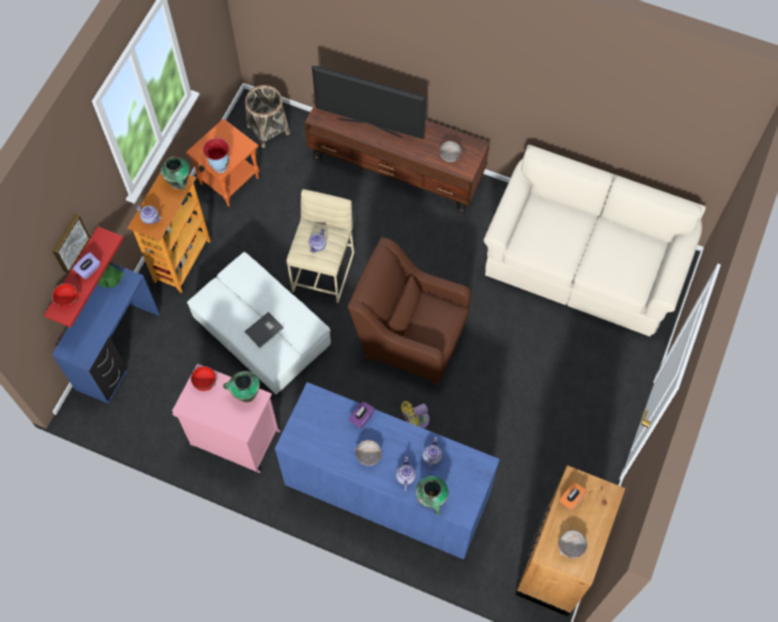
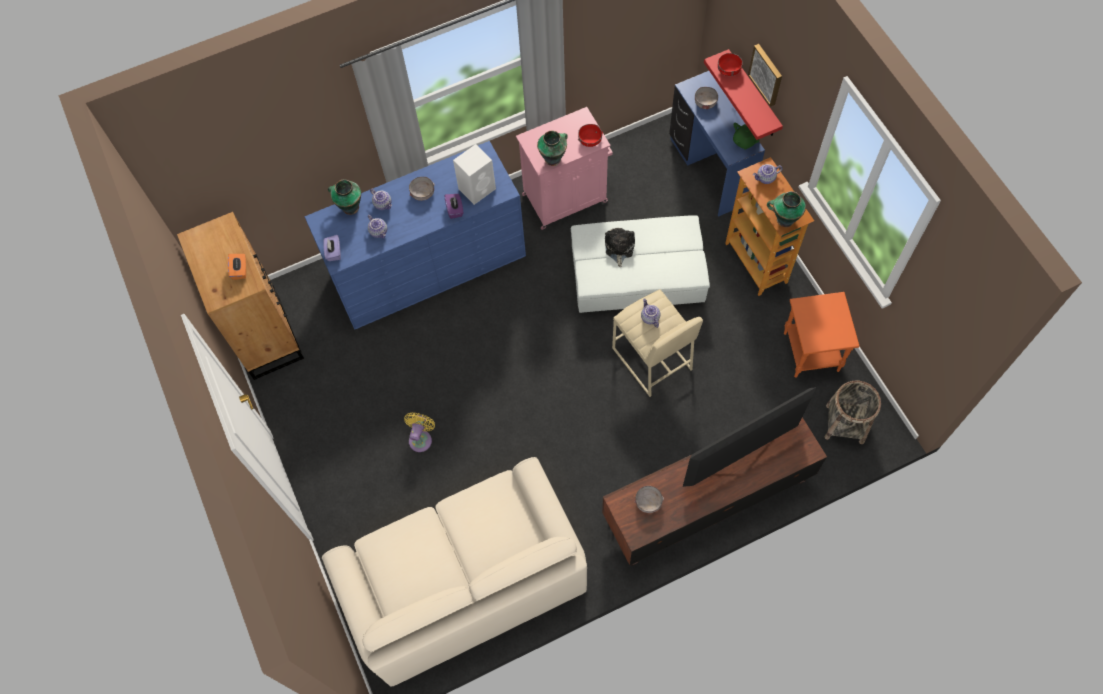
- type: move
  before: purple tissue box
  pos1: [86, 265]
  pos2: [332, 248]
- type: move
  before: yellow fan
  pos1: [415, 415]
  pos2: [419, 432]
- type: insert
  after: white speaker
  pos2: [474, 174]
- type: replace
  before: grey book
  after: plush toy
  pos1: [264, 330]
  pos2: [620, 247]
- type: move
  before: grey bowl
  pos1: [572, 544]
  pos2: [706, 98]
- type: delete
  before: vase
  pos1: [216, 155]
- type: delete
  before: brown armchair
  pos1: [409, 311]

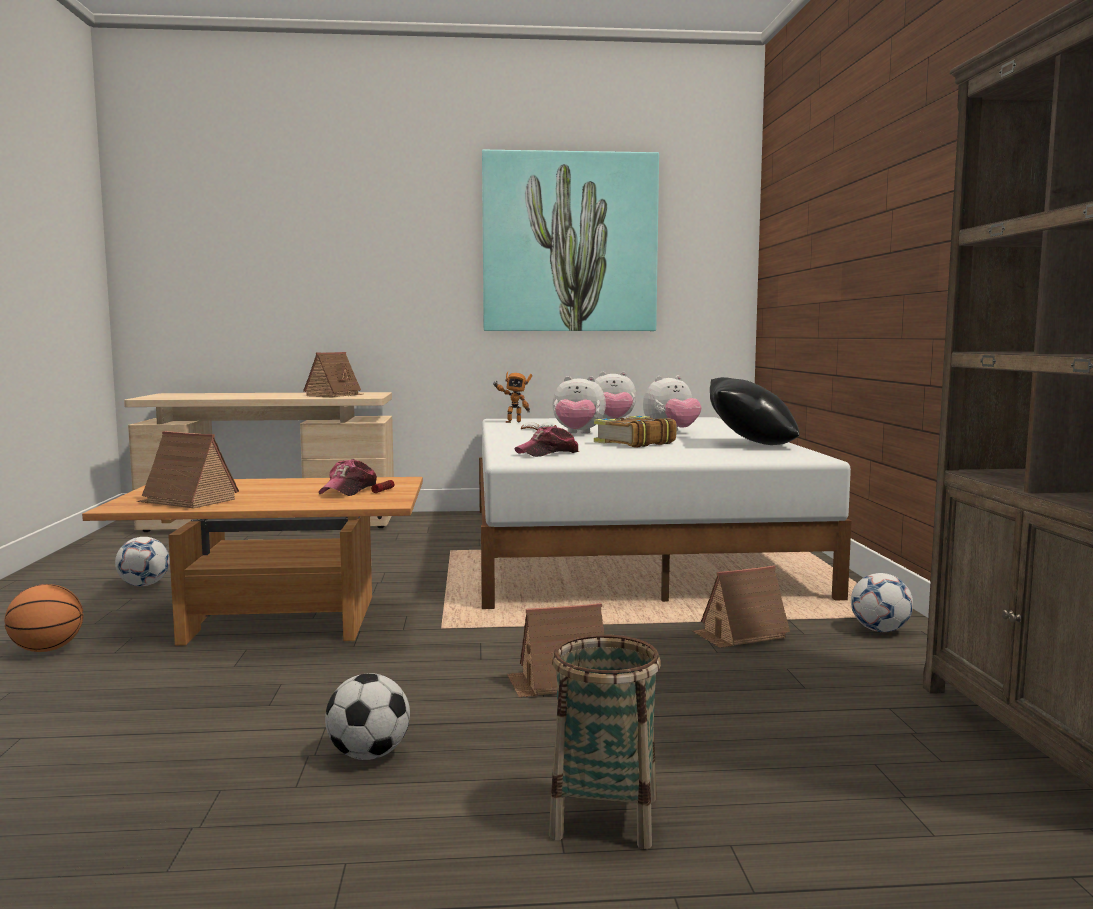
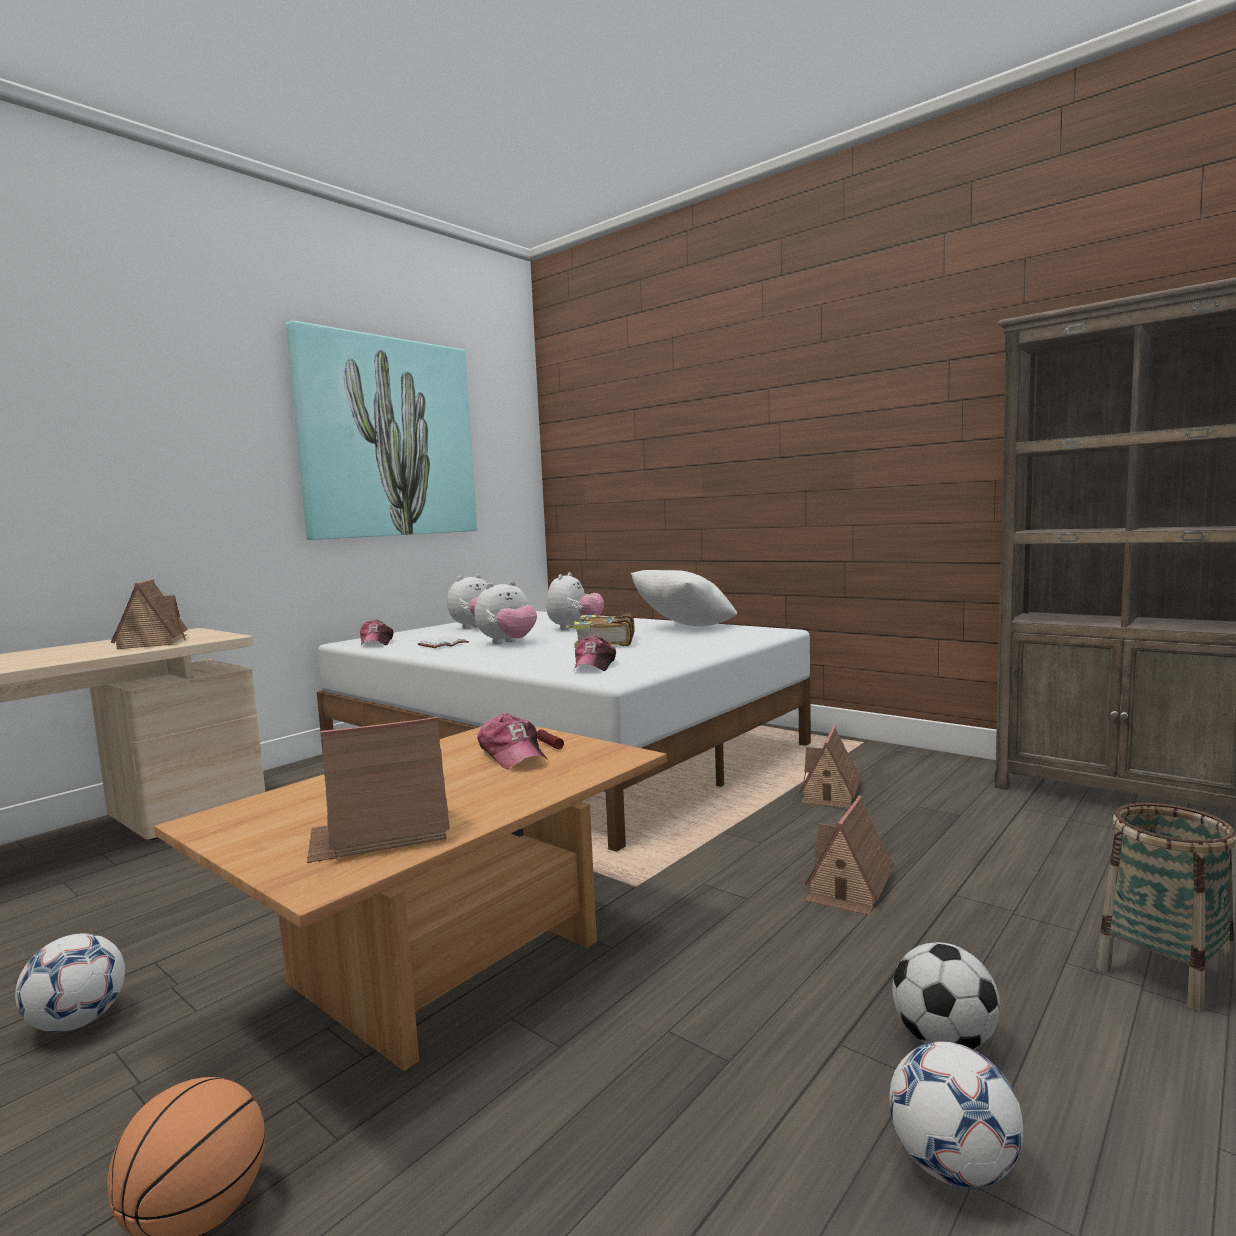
- type: replace
  before: toy robot
  after: cap
  pos1: [512, 397]
  pos2: [376, 632]
- type: recolor
  before: black pillow
  after: white pillow
  pos1: [755, 411]
  pos2: [684, 598]
- type: move
  before: football
  pos1: [882, 602]
  pos2: [956, 1115]

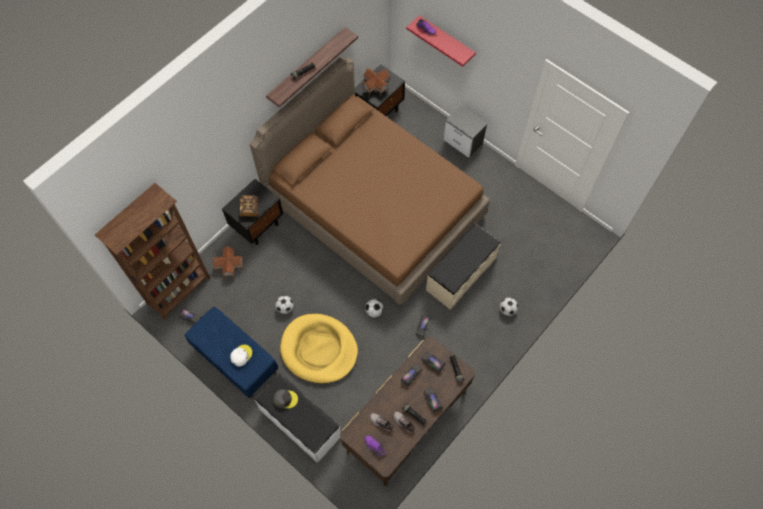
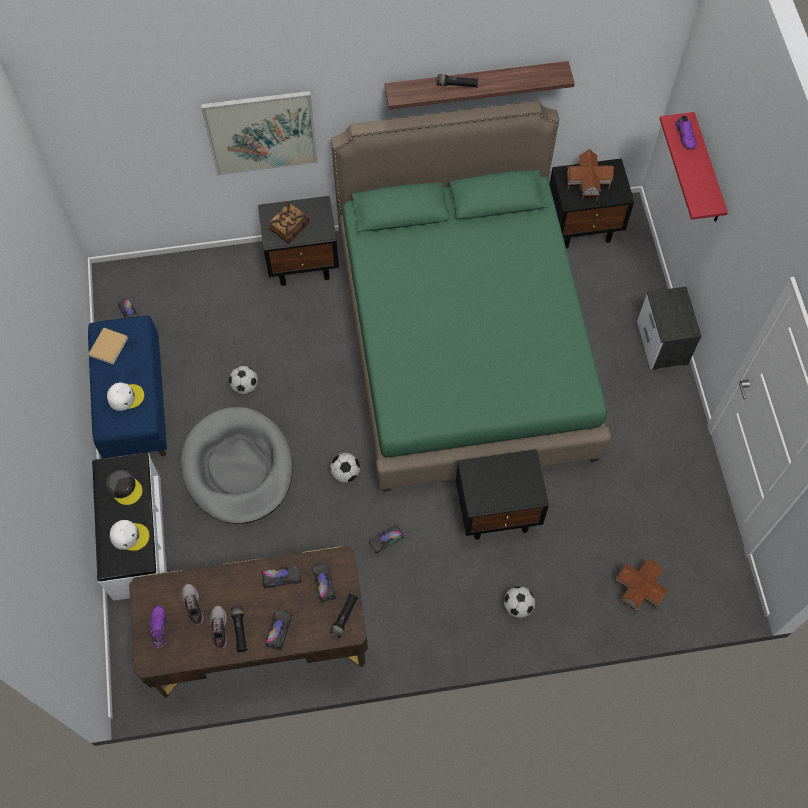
- type: insert
  after: beige book
  pos2: [108, 345]
- type: insert
  after: white cap
  pos2: [130, 535]
- type: recolor
  before: yellow dog bed
  after: grey dog bed
  pos1: [319, 349]
  pos2: [236, 465]
- type: insert
  after: picture
  pos2: [259, 133]
- type: recolor
  before: brown bed
  after: green bed
  pos1: [370, 181]
  pos2: [471, 296]
- type: replace
  before: beige bench
  after: black nightstand
  pos1: [463, 266]
  pos2: [502, 494]
- type: move
  before: toy house
  pos1: [228, 262]
  pos2: [642, 586]
- type: delete
  before: brown bookcase
  pos1: [152, 251]

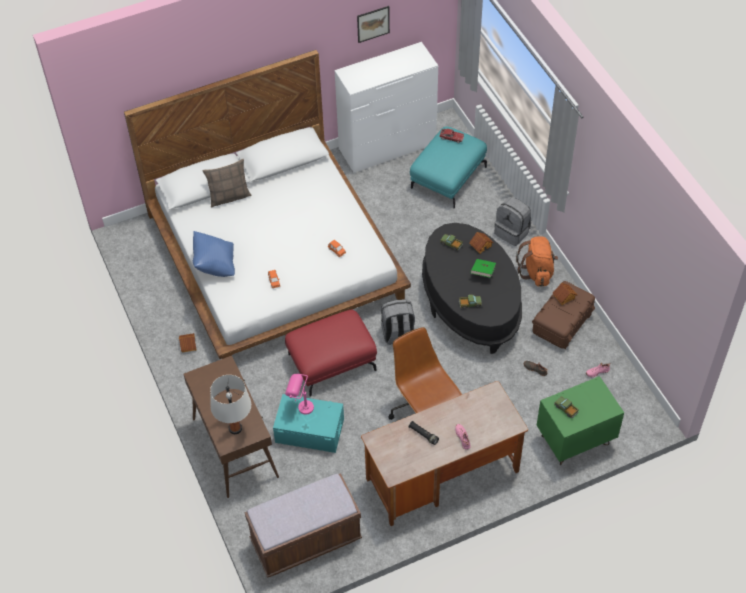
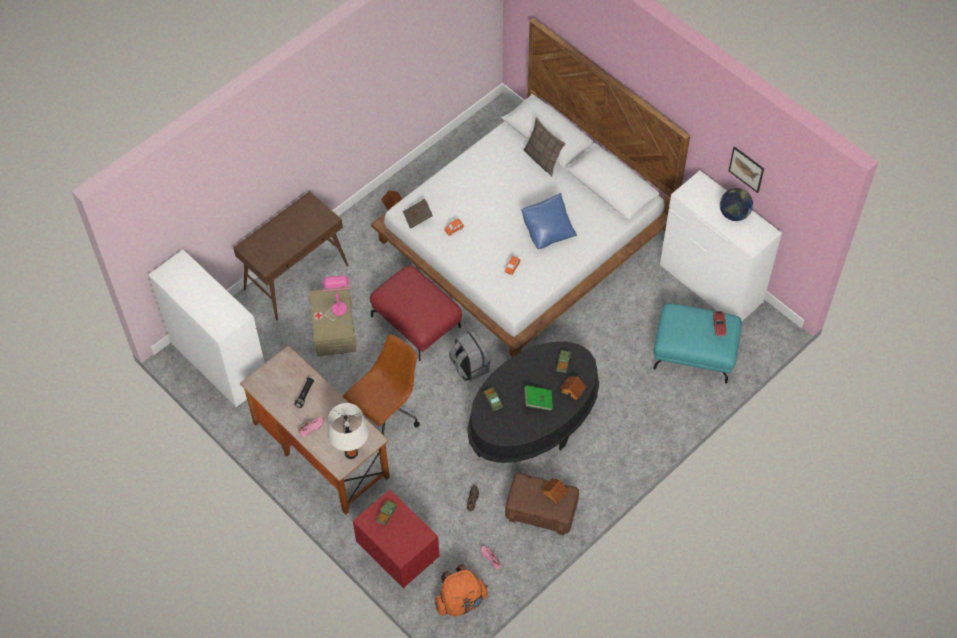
- type: replace
  before: brown bench
  after: white dresser
  pos1: [303, 525]
  pos2: [206, 329]
- type: recolor
  before: turquoise storage box
  after: beige storage box
  pos1: [308, 423]
  pos2: [333, 322]
- type: move
  before: white table lamp
  pos1: [230, 404]
  pos2: [348, 431]
- type: recolor
  before: green nightstand
  after: red nightstand
  pos1: [580, 420]
  pos2: [396, 538]
- type: insert
  after: brown book
  pos2: [418, 214]
- type: move
  before: orange backpack
  pos1: [537, 261]
  pos2: [461, 590]
- type: move
  before: blue pillow
  pos1: [214, 254]
  pos2: [549, 221]
- type: insert
  after: globe
  pos2: [736, 204]
- type: delete
  before: grey backpack
  pos1: [513, 221]

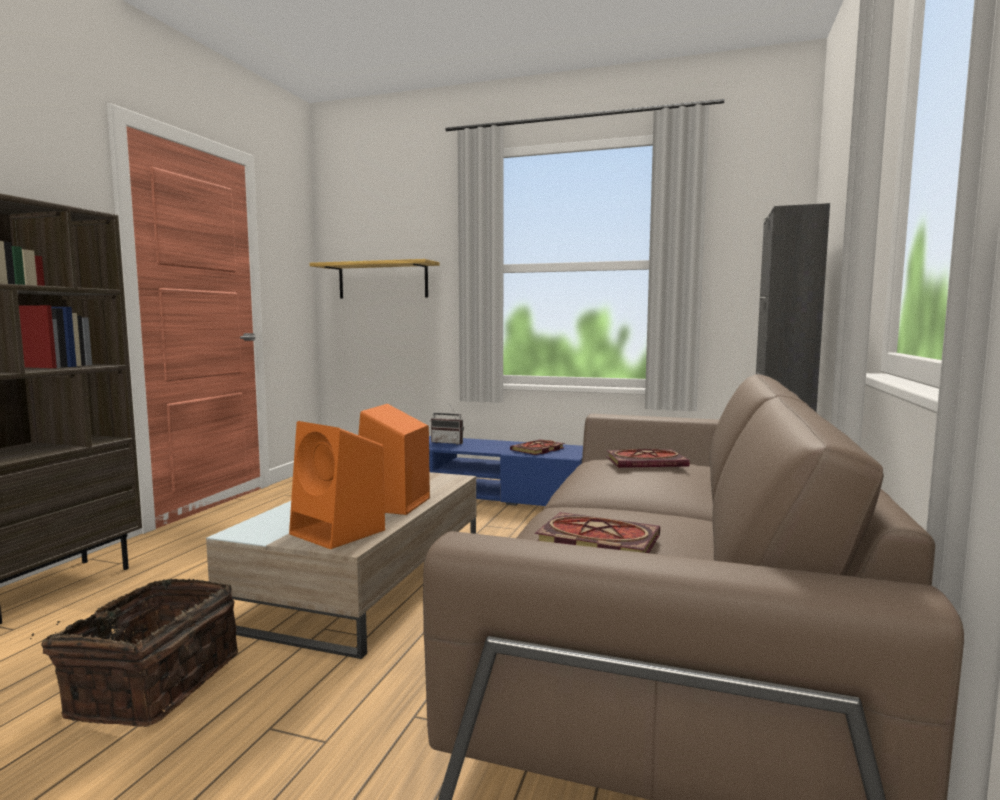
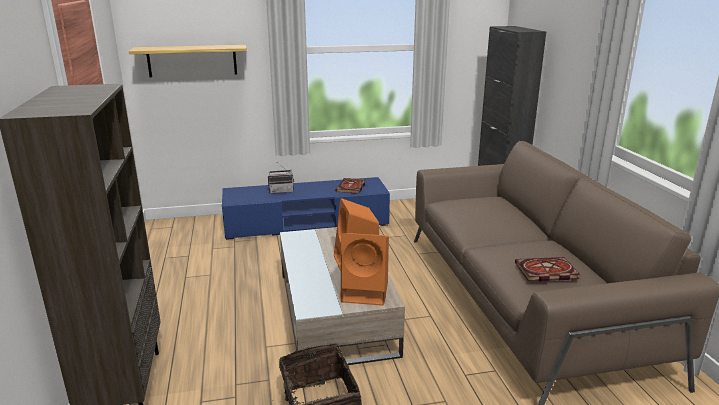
- type: delete
  before: book
  pos1: [648, 458]

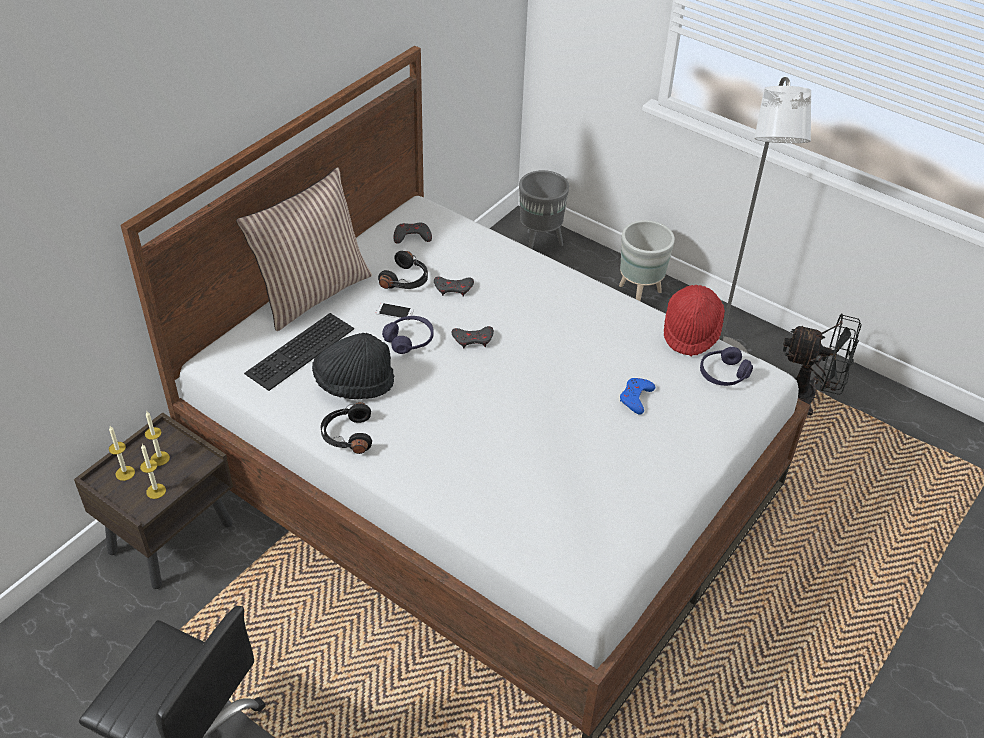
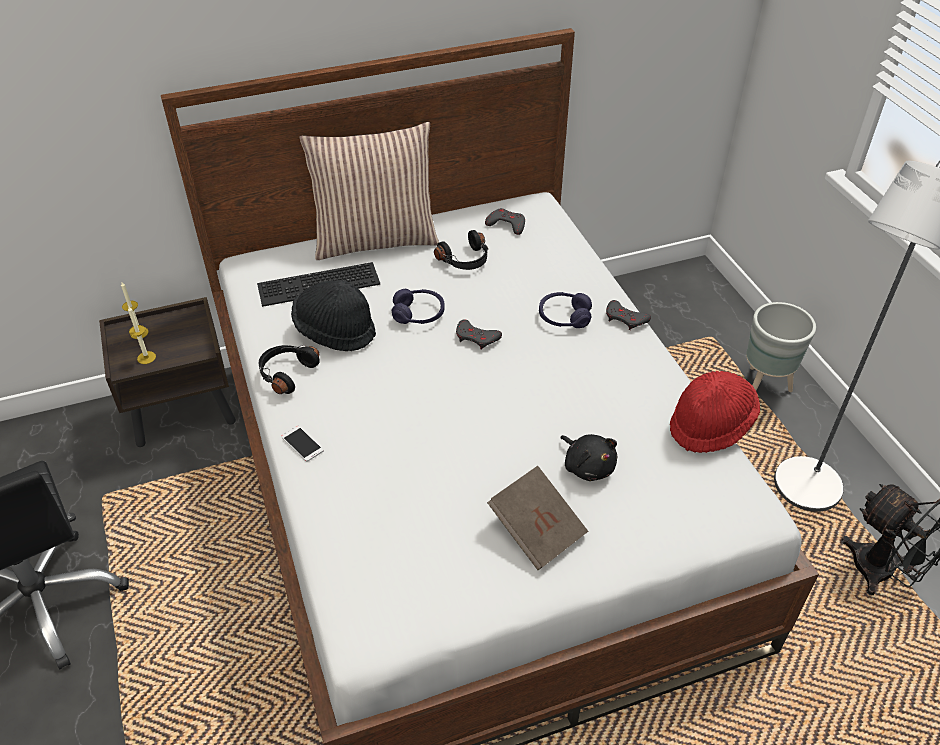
- type: move
  before: phone
  pos1: [395, 311]
  pos2: [302, 444]
- type: insert
  after: brown book
  pos2: [537, 518]
- type: move
  before: purple headphones
  pos1: [726, 366]
  pos2: [565, 310]
- type: replace
  before: blue game controller
  after: black plush toy
  pos1: [638, 396]
  pos2: [588, 457]
- type: move
  before: grey game controller
  pos1: [454, 286]
  pos2: [628, 315]
- type: delete
  before: candle
  pos1: [157, 439]
- type: delete
  before: grey planter
  pos1: [544, 209]

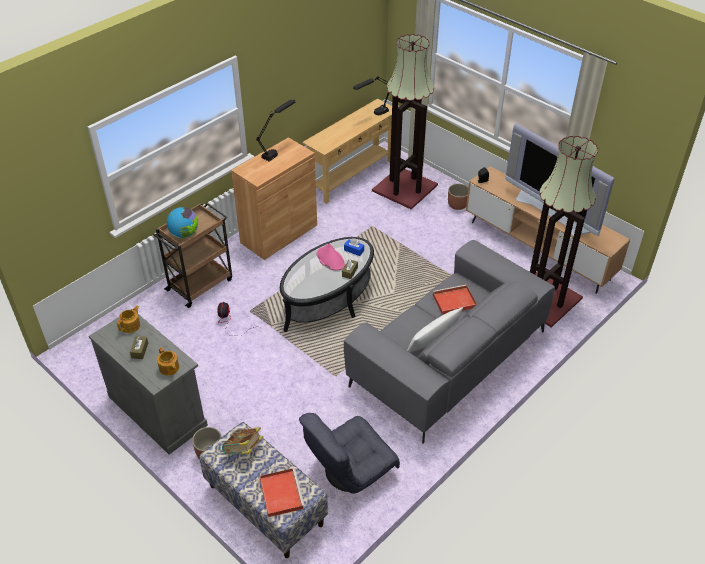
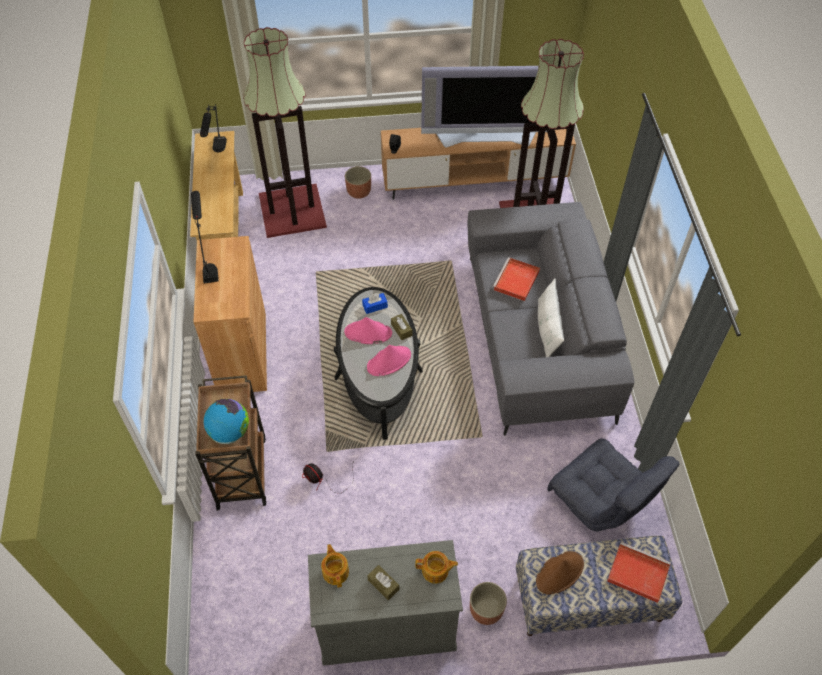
- type: insert
  after: pink hat
  pos2: [389, 360]
- type: replace
  before: book
  after: brown hat
  pos1: [243, 441]
  pos2: [560, 573]
- type: rotate
  before: grey armchair
  pos1: [349, 453]
  pos2: [613, 485]
  turn: -45

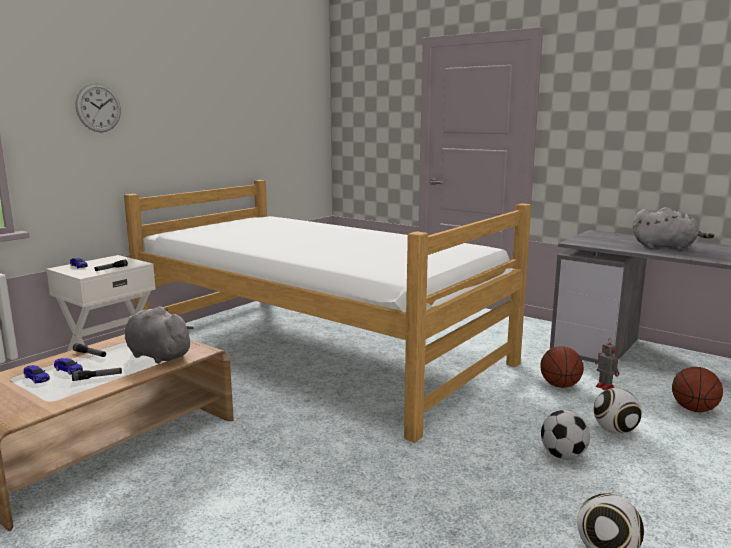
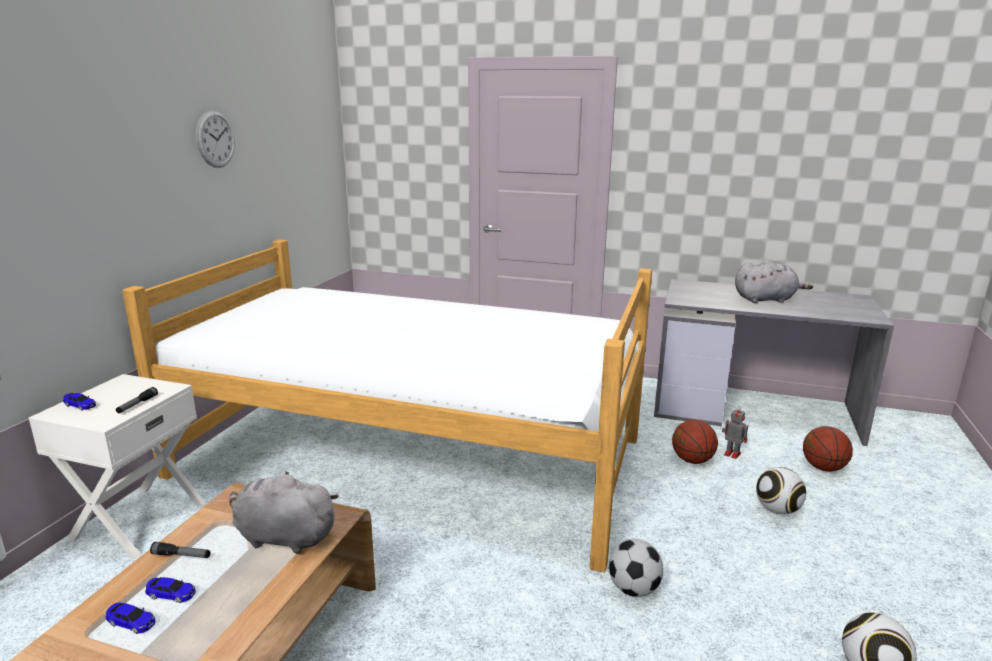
- type: move
  before: wall clock
  pos1: [98, 107]
  pos2: [215, 139]
- type: move
  before: football
  pos1: [565, 435]
  pos2: [636, 568]
- type: delete
  before: flashlight
  pos1: [97, 374]

